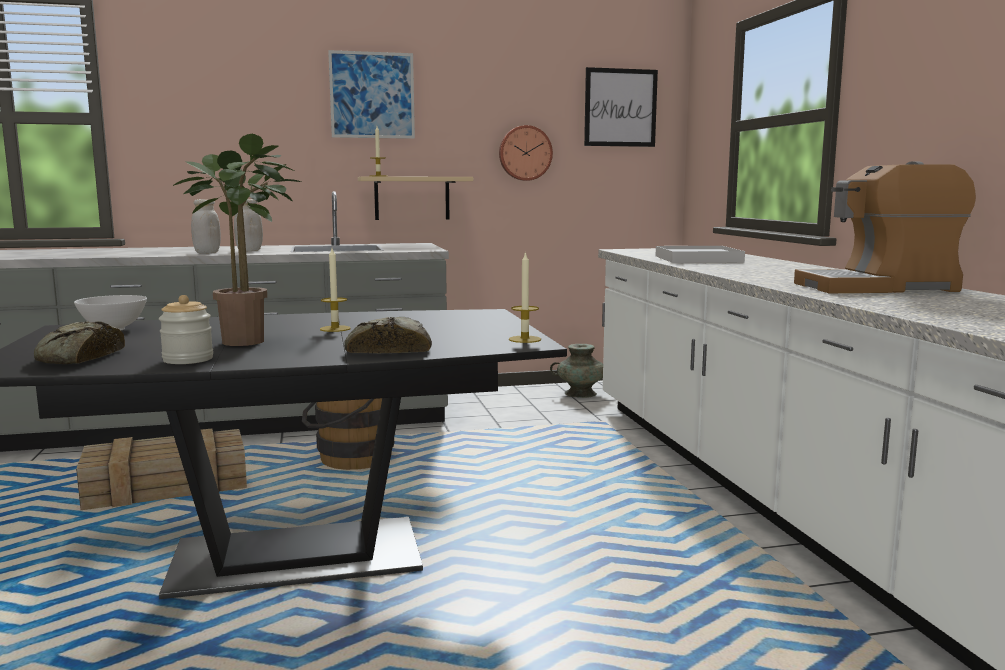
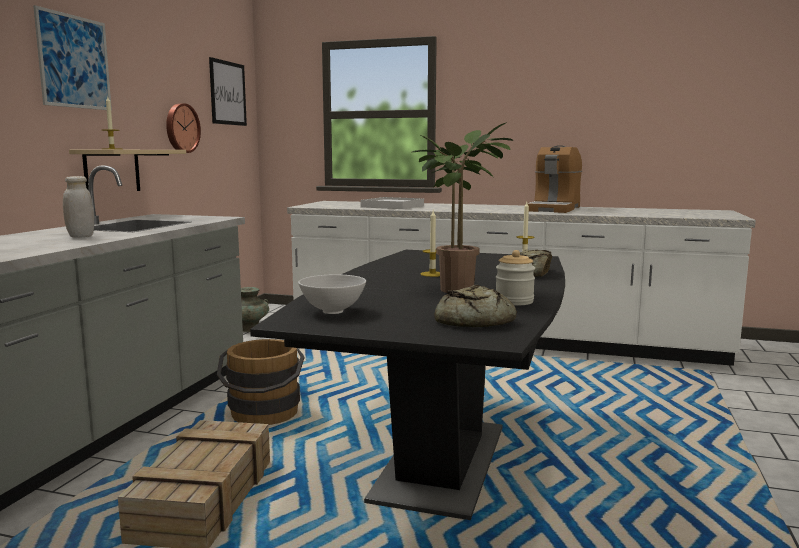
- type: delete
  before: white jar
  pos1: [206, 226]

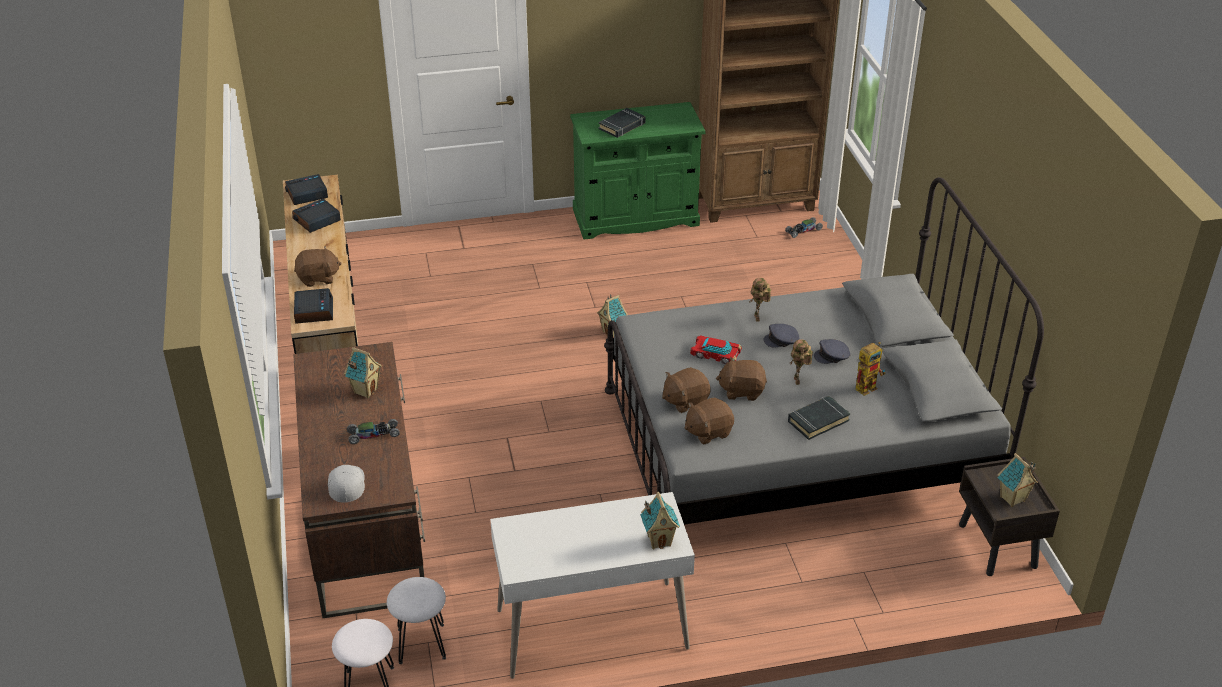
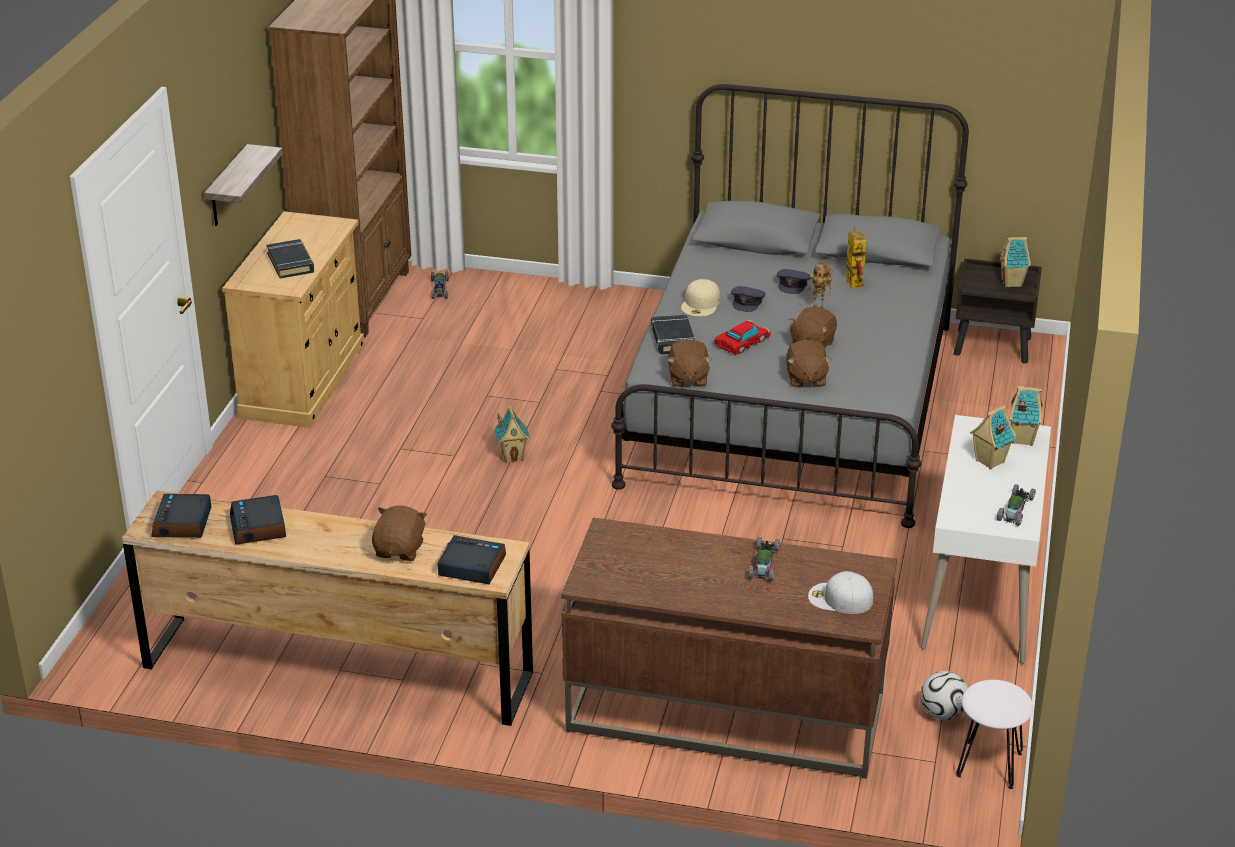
- type: insert
  after: shelf
  pos2: [243, 185]
- type: recolor
  before: green cabinet
  after: beige cabinet
  pos1: [638, 171]
  pos2: [293, 319]
- type: move
  before: black book
  pos1: [819, 418]
  pos2: [673, 334]
- type: move
  before: brown plush toy
  pos1: [709, 420]
  pos2: [690, 363]
- type: replace
  before: toy robot
  after: beige cap
  pos1: [760, 300]
  pos2: [700, 298]
- type: replace
  before: white stool
  after: football
  pos1: [416, 620]
  pos2: [944, 695]
- type: move
  before: toy house
  pos1: [363, 372]
  pos2: [993, 437]
- type: insert
  after: toy car
  pos2: [1016, 505]

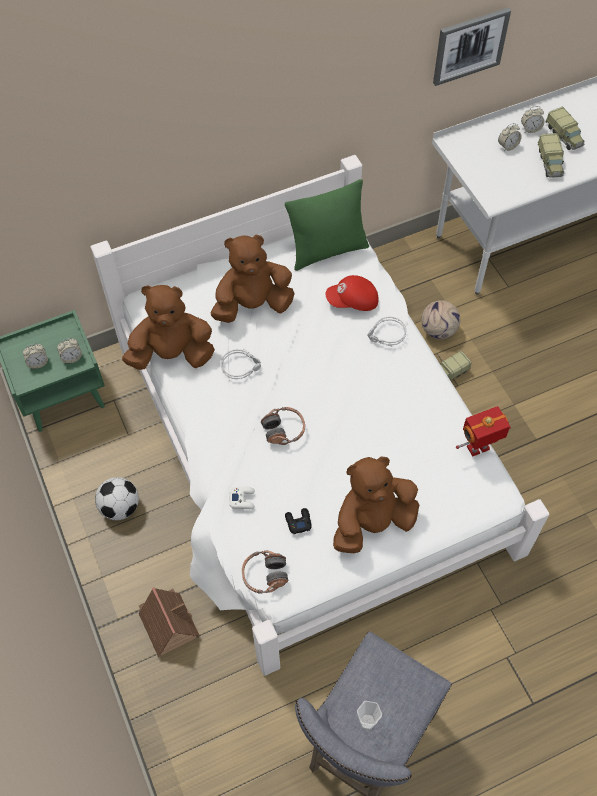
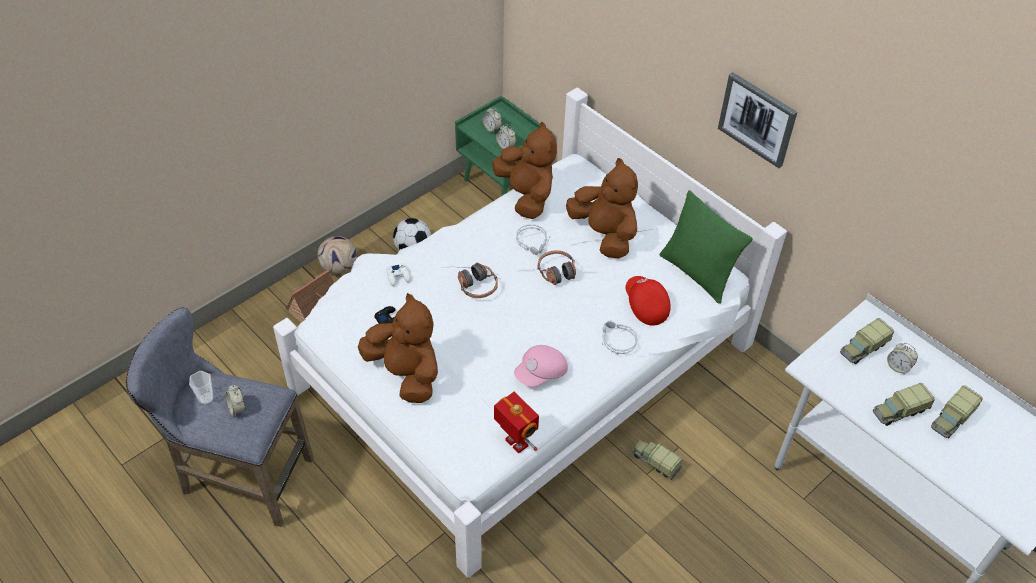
- type: move
  before: alarm clock
  pos1: [533, 119]
  pos2: [235, 401]
- type: move
  before: football
  pos1: [440, 319]
  pos2: [337, 255]
- type: insert
  after: pink cap
  pos2: [541, 366]
- type: move
  before: headphones
  pos1: [265, 571]
  pos2: [556, 267]
- type: move
  before: picture
  pos1: [472, 47]
  pos2: [757, 120]
- type: insert
  after: toy truck
  pos2: [867, 341]

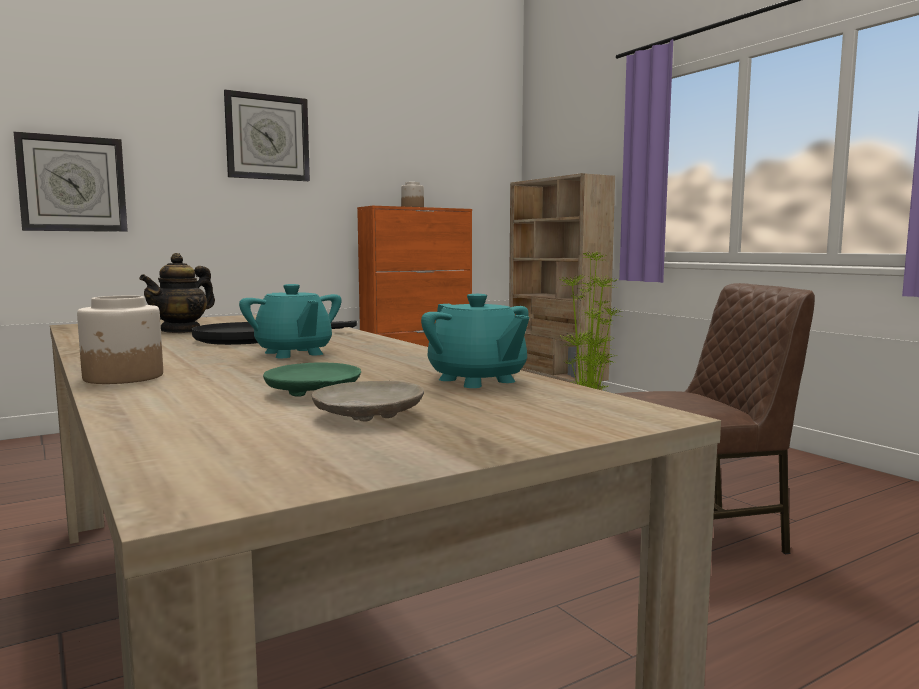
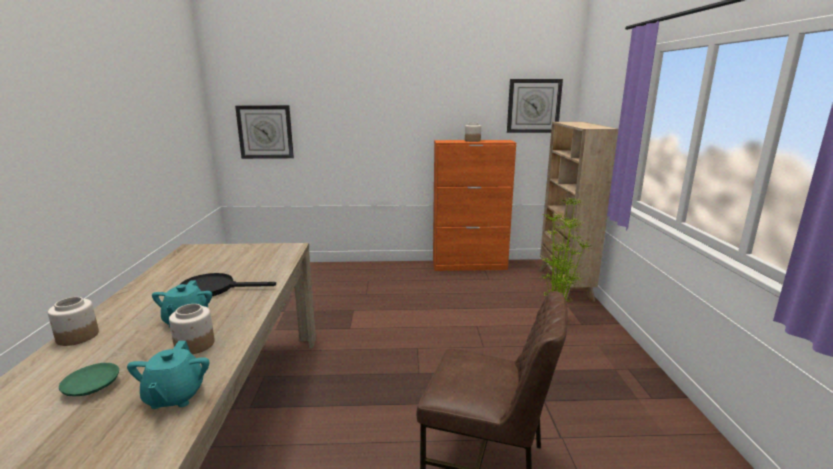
- type: insert
  after: jar
  pos2: [192, 329]
- type: move
  before: wall clock
  pos1: [267, 135]
  pos2: [535, 106]
- type: delete
  before: teapot
  pos1: [177, 293]
- type: delete
  before: beige plate
  pos1: [368, 401]

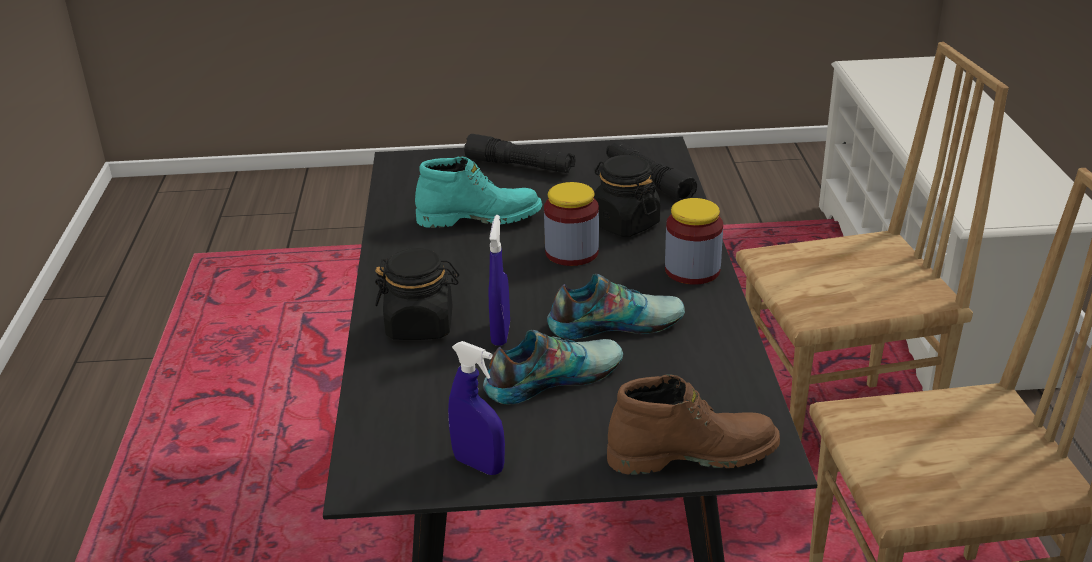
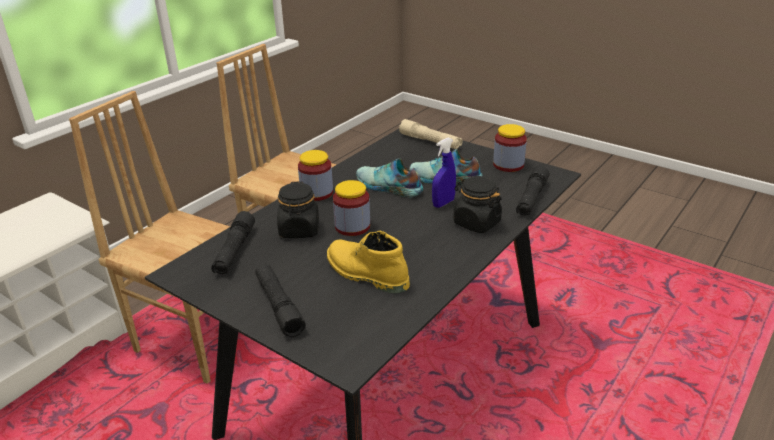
- type: recolor
  before: turquoise boot
  after: yellow boot
  pos1: [478, 192]
  pos2: [368, 262]
- type: replace
  before: brown boot
  after: beige flashlight
  pos1: [693, 425]
  pos2: [431, 134]
- type: replace
  before: blue spray bottle
  after: jar
  pos1: [476, 408]
  pos2: [510, 148]
- type: insert
  after: black flashlight
  pos2: [532, 191]

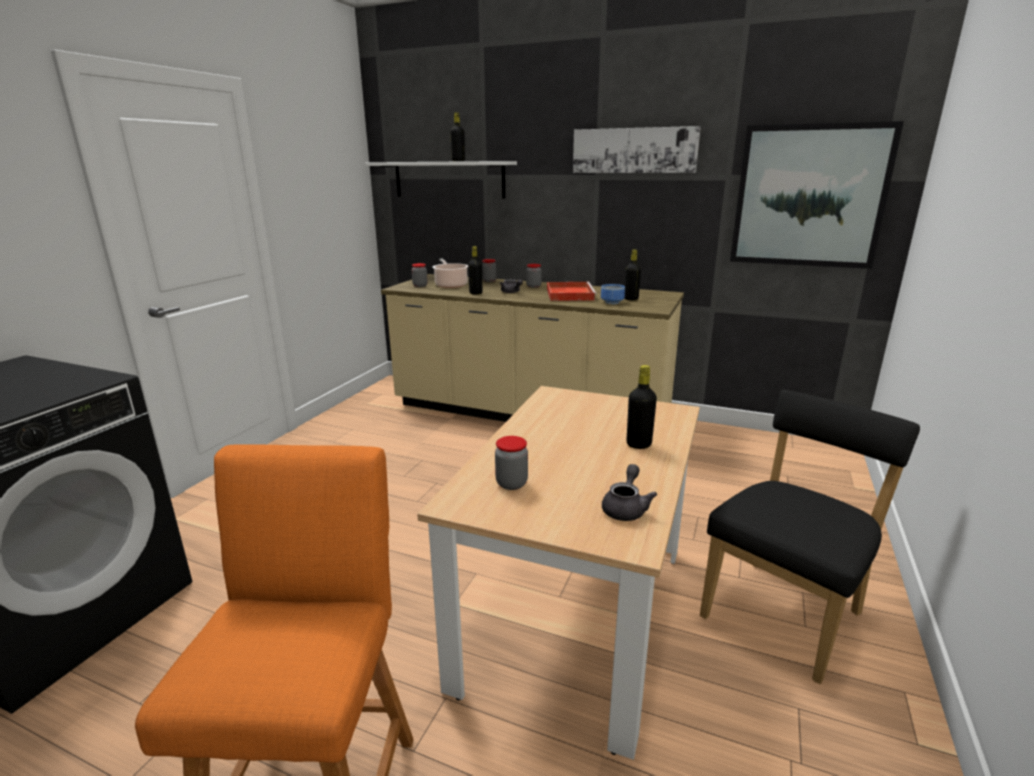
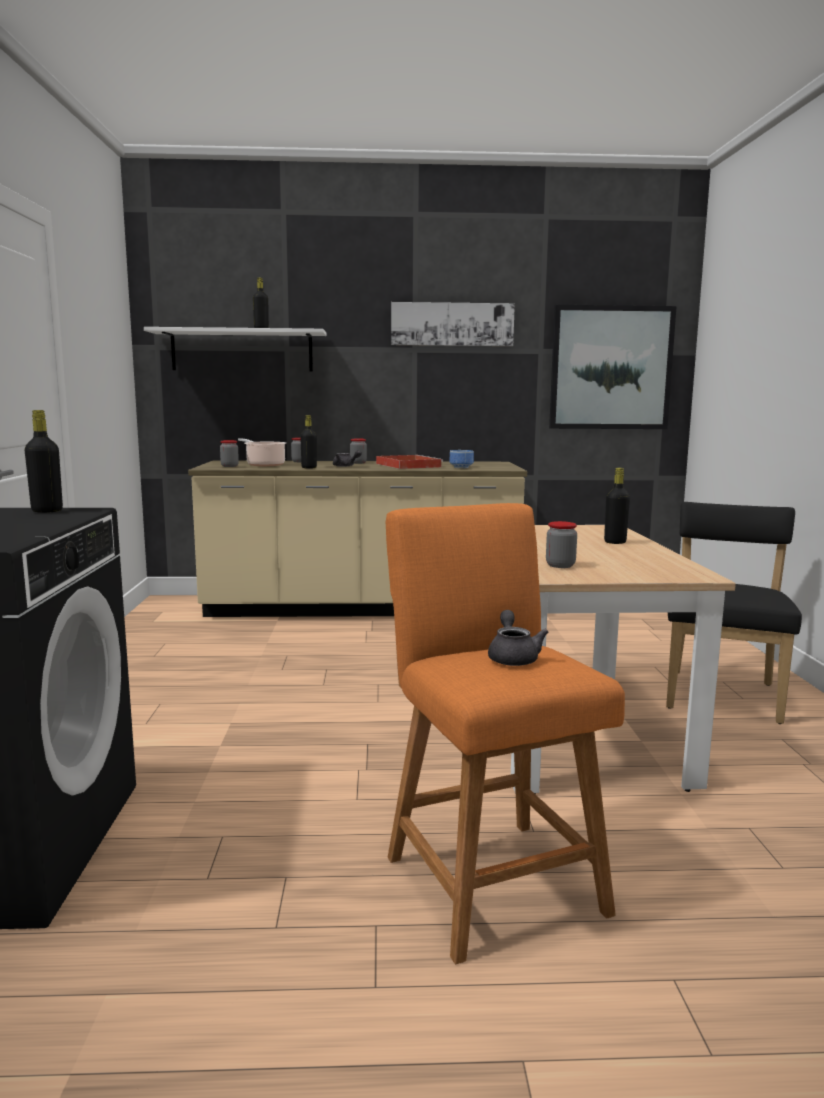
- type: move
  before: black bottle
  pos1: [633, 275]
  pos2: [44, 461]
- type: move
  before: grey teapot
  pos1: [629, 492]
  pos2: [518, 638]

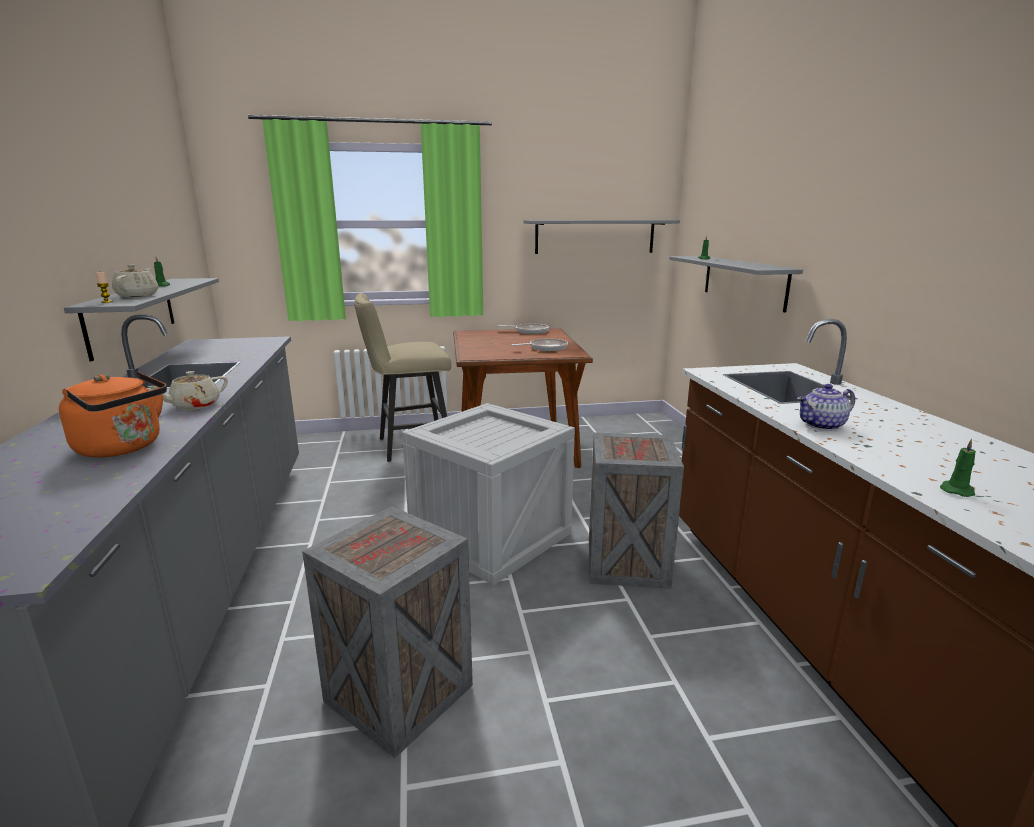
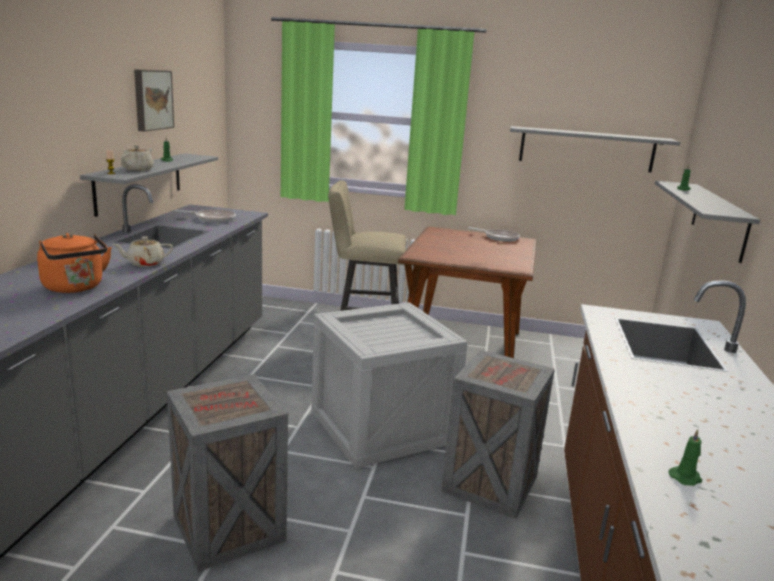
- type: insert
  after: picture
  pos2: [154, 100]
- type: move
  before: frying pan
  pos1: [539, 344]
  pos2: [205, 216]
- type: delete
  before: teapot
  pos1: [826, 407]

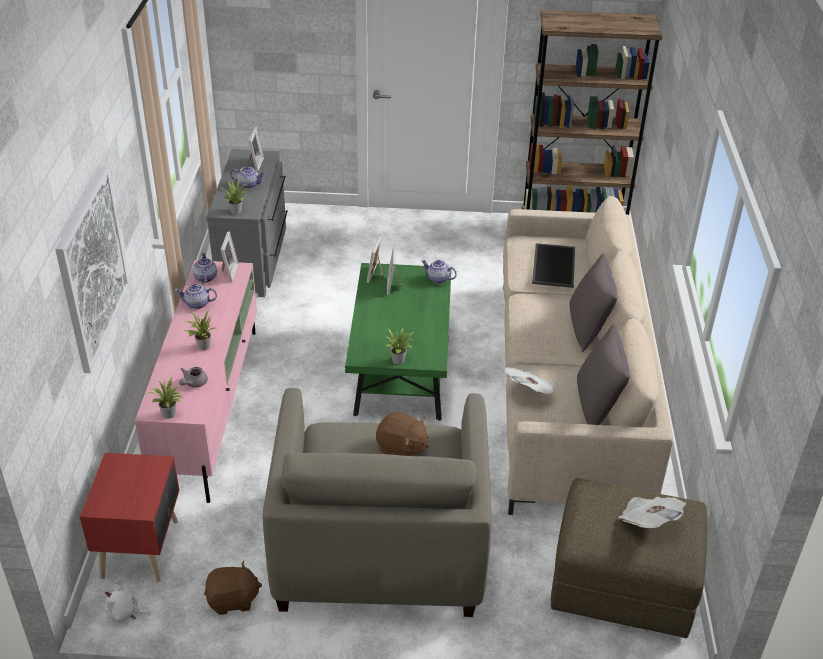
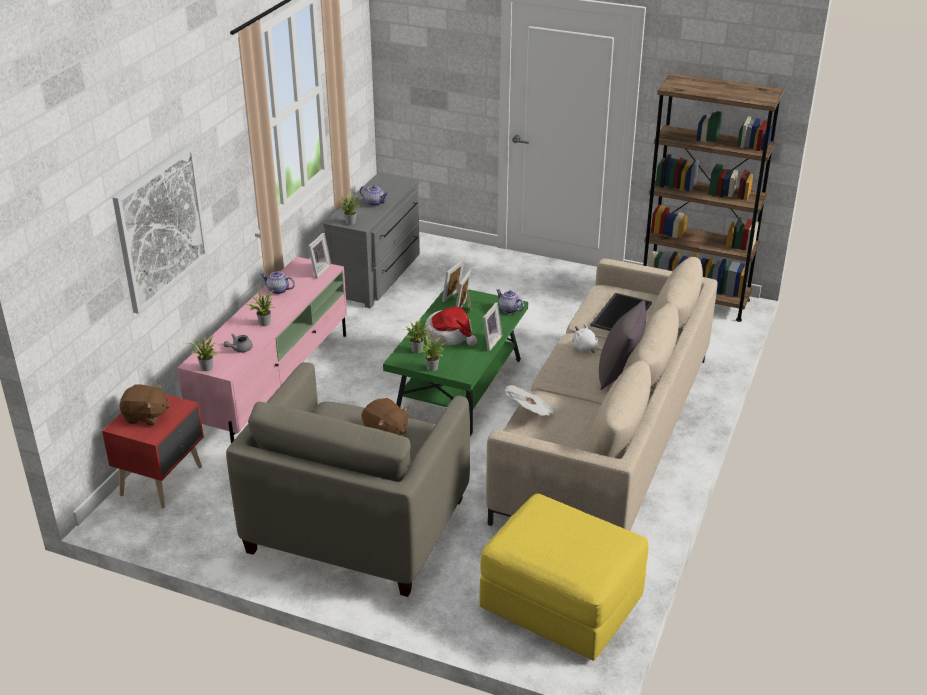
- type: move
  before: brown plush toy
  pos1: [233, 588]
  pos2: [144, 405]
- type: insert
  after: potted plant
  pos2: [417, 335]
- type: insert
  after: hat
  pos2: [450, 326]
- type: recolor
  before: brown ottoman
  after: yellow ottoman
  pos1: [629, 558]
  pos2: [564, 577]
- type: move
  before: picture frame
  pos1: [256, 149]
  pos2: [492, 326]
- type: move
  before: white plush toy
  pos1: [127, 603]
  pos2: [587, 338]
- type: delete
  before: teapot
  pos1: [205, 268]
- type: delete
  before: grey pillow
  pos1: [603, 374]
- type: delete
  before: newspaper
  pos1: [652, 512]

